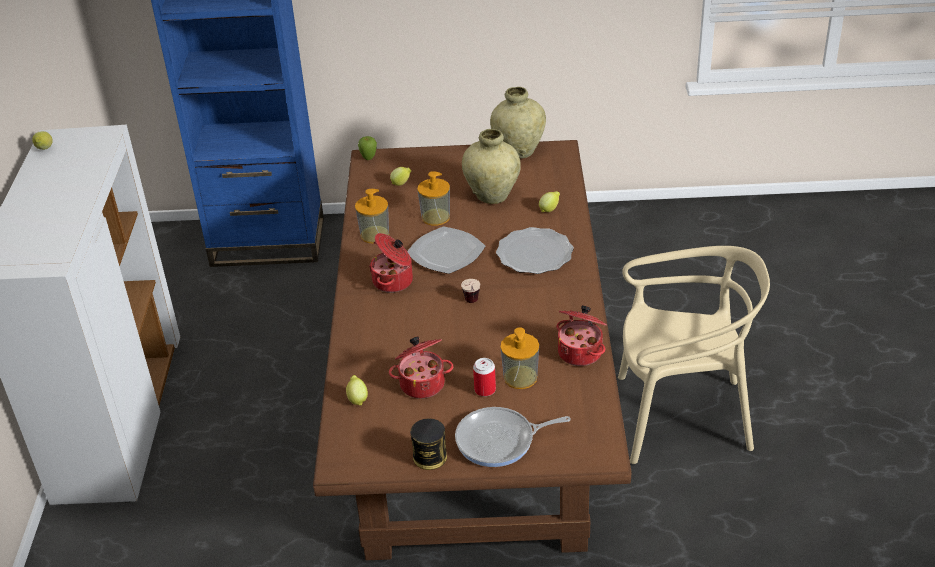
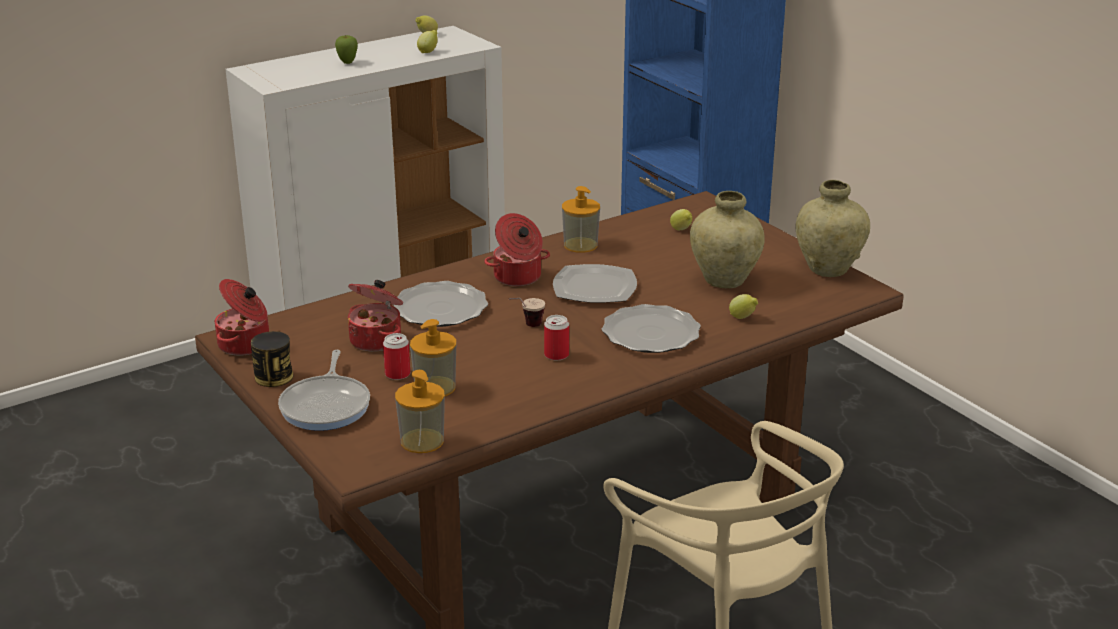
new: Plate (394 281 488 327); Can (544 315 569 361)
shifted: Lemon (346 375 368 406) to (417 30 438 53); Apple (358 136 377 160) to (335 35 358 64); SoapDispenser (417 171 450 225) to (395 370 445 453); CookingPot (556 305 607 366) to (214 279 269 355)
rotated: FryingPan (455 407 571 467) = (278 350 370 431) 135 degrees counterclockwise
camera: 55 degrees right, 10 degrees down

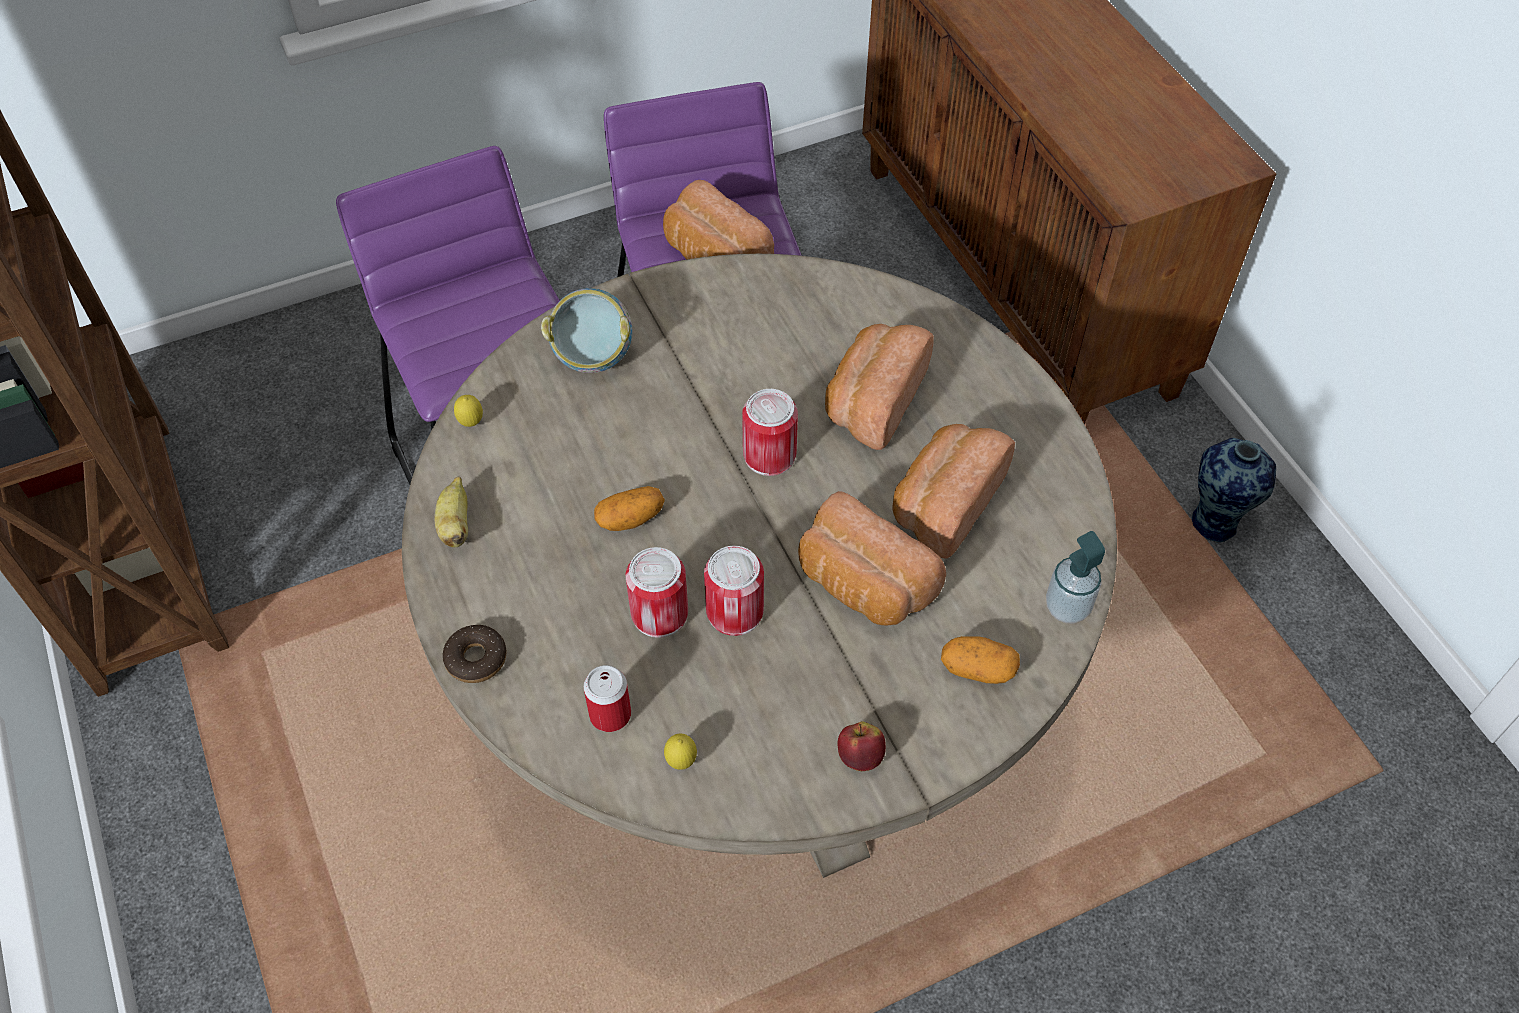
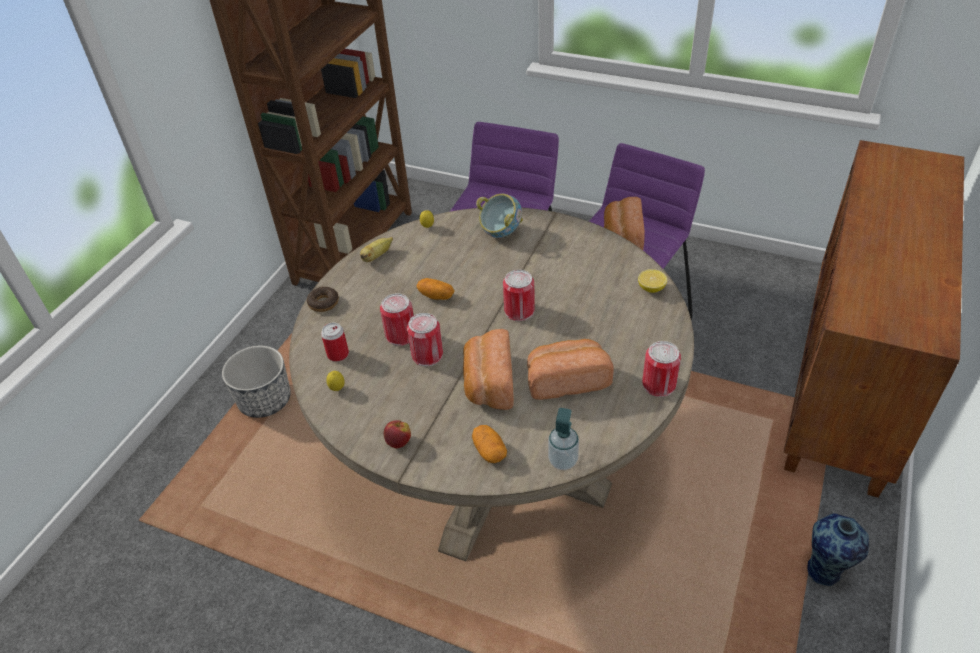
gone: Bread (825 324 934 450)
new: Planter (222 345 291 418); Lemon (638 269 667 293); Can (642 341 681 397)
camera: 50 degrees right, 10 degrees down

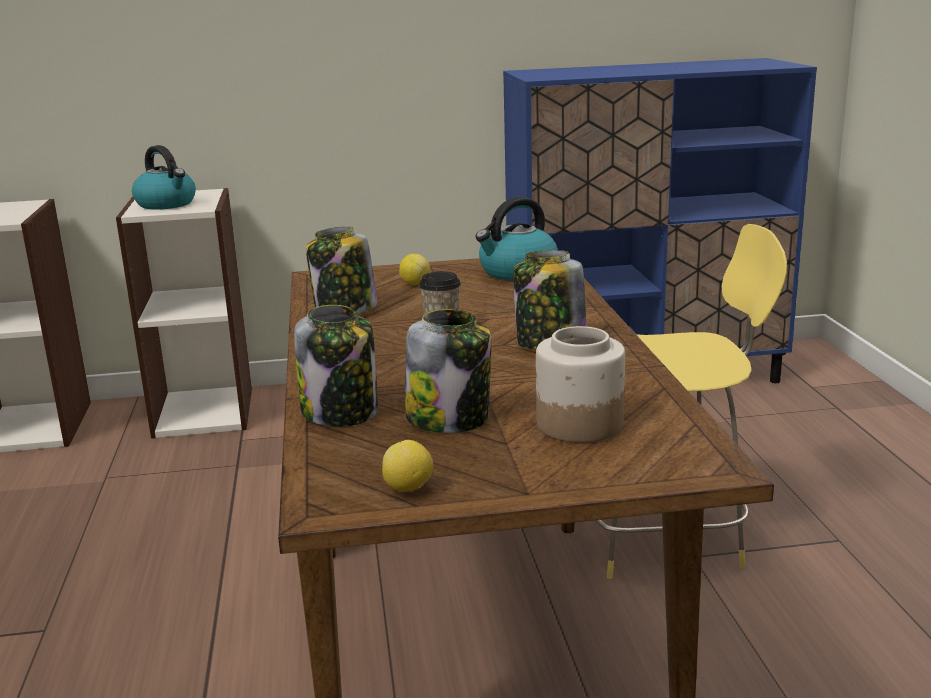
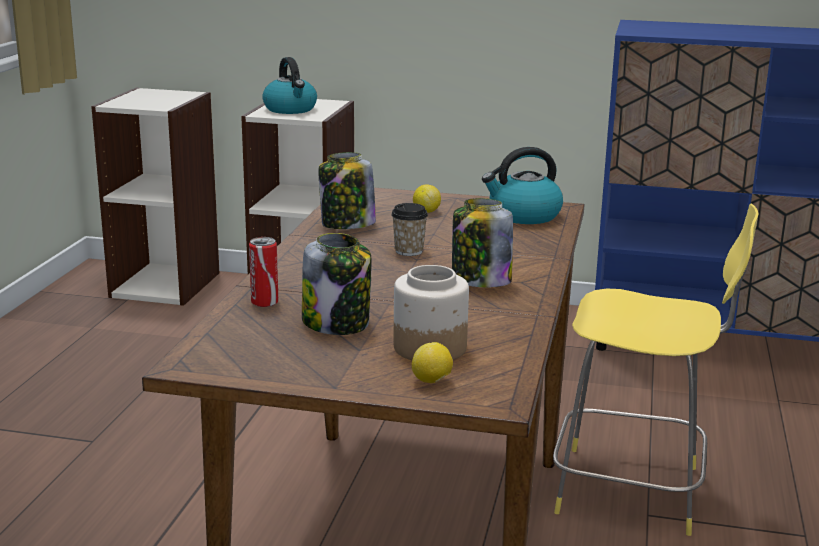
shifted: Lemon (382 440 433 492) to (412 342 453 383)
swapped: Jar (294 305 378 427) to Can (249 237 278 307)
camera: 20 degrees right, 0 degrees up

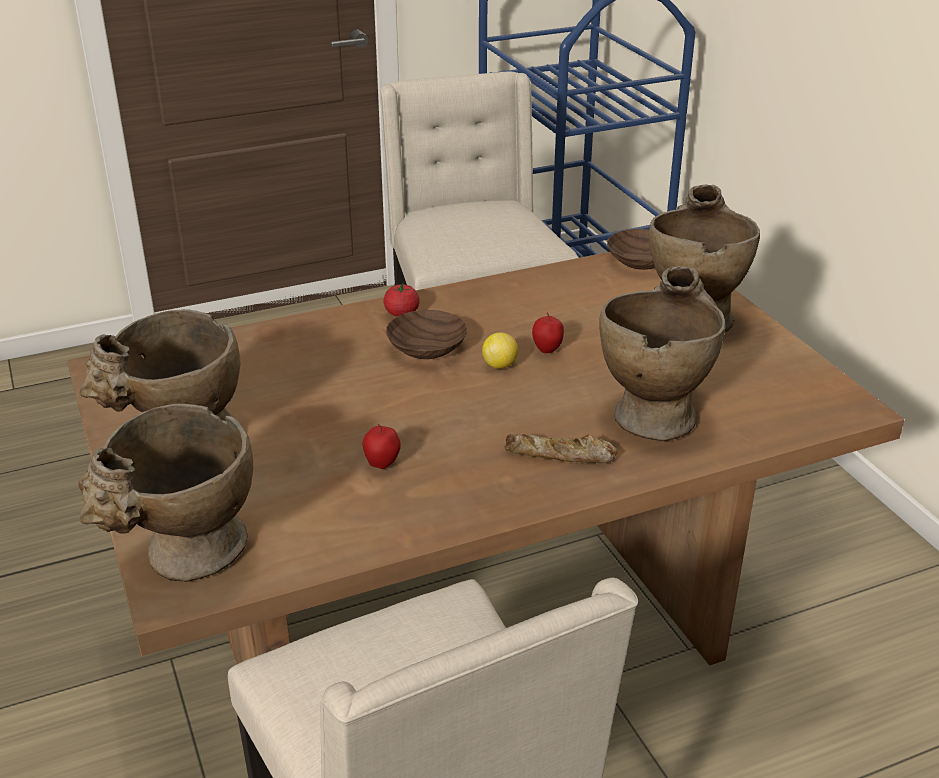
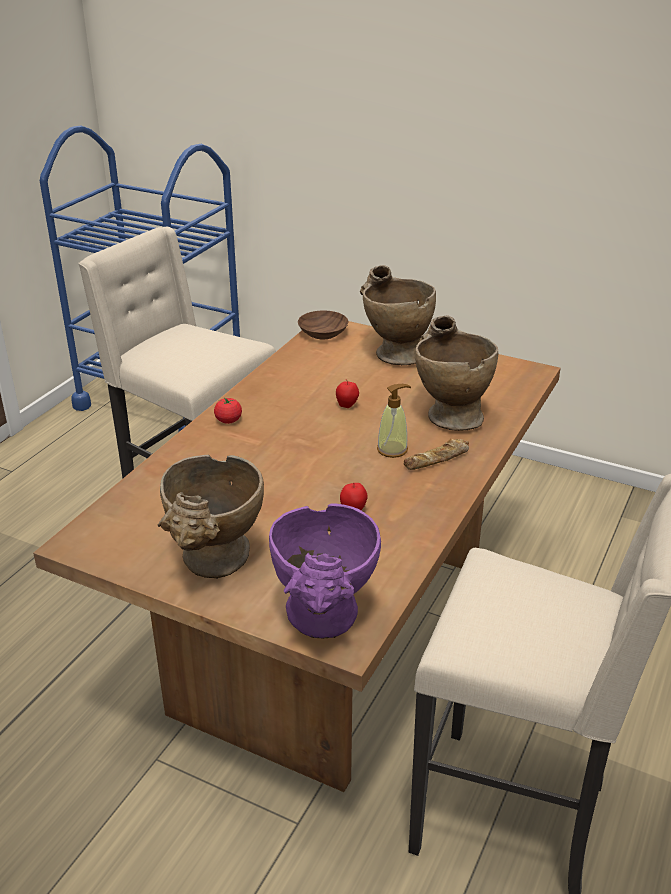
gone: BrownBowl (386 310 467 359); Lemon (482 332 518 369)
new: SoapDispenser (377 384 411 458)
repainted: BeigeVase (78 404 253 582) to PurpleVase (269 503 381 639)
camera: 40 degrees left, 0 degrees up

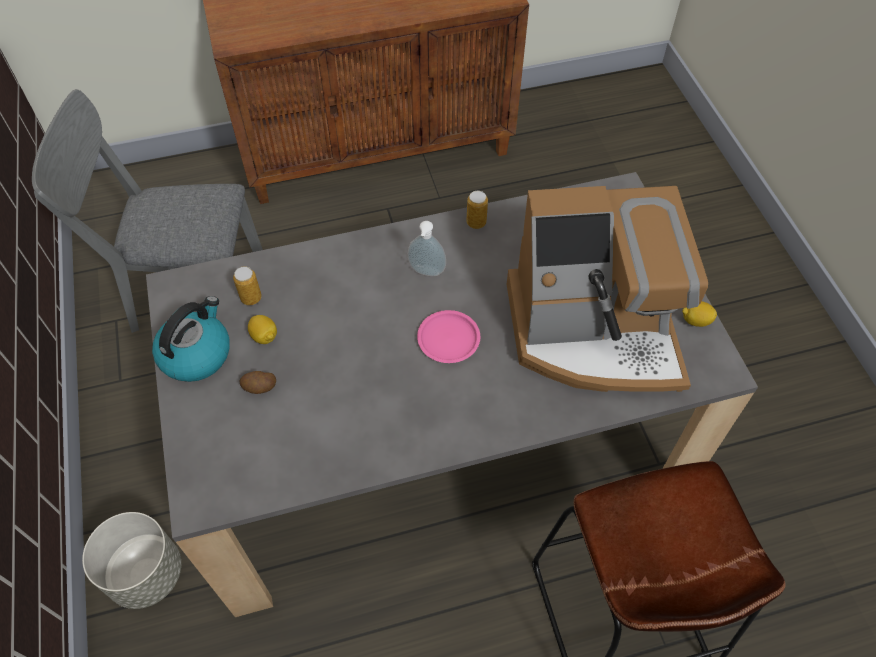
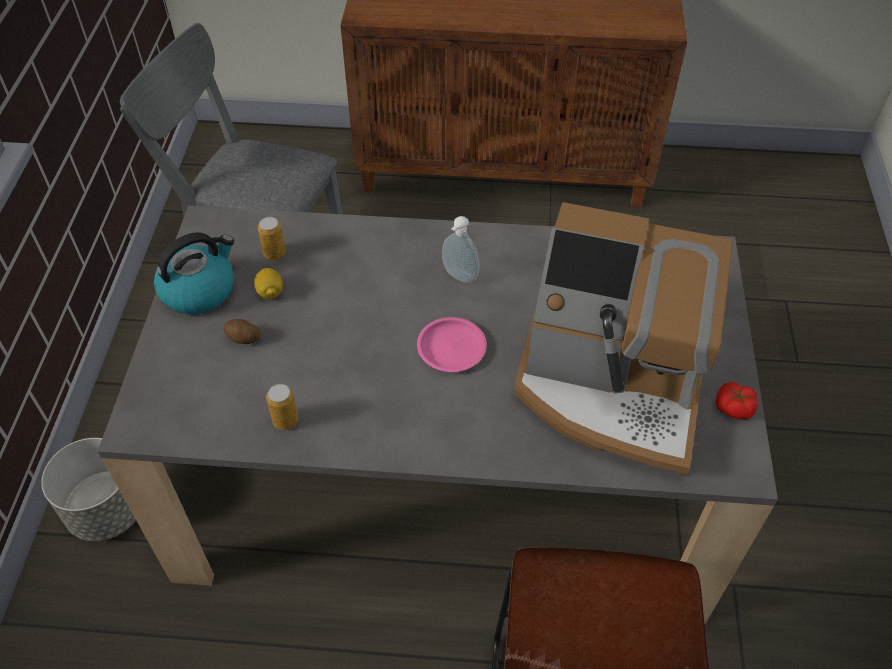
shifted: Can (466 191 488 229) to (266 384 298 430)
swapped: Lemon (682 301 717 327) to Tomato (716 382 758 419)
camera: 20 degrees right, 5 degrees down

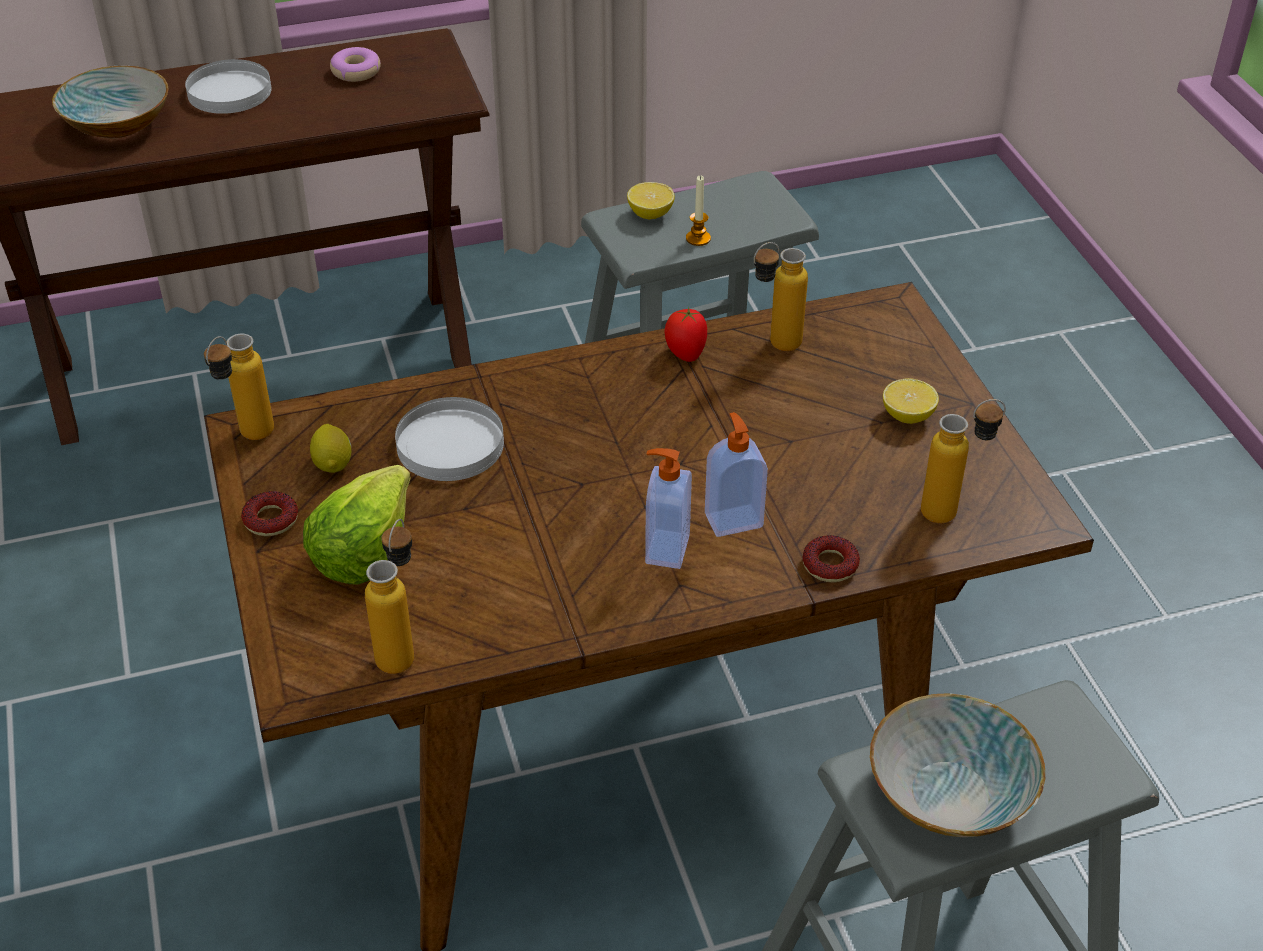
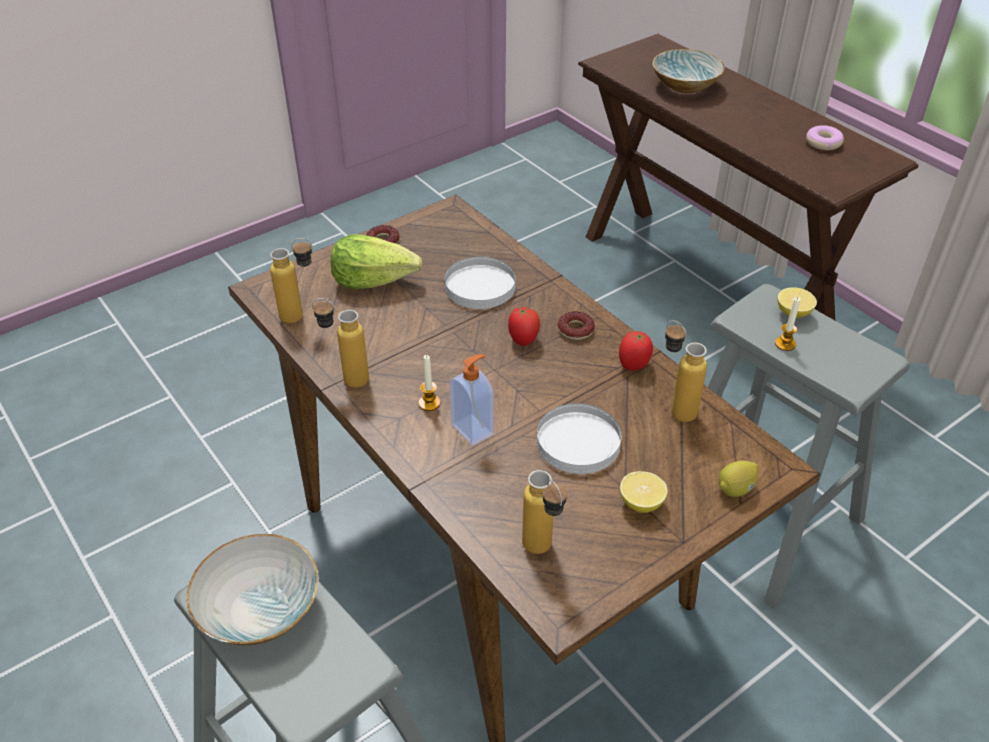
new: Tomato (508 307 540 346)
shifted: WhitePlate (185 59 272 114) to (537 403 622 474); Bottle (204 334 274 440) to (312 298 369 388); Lemon (310 424 351 473) to (719 461 759 497); Donut (803 535 860 582) to (558 311 595 340)
swapped: SoapDispenser (645 448 692 569) to Candle (418 355 440 411)
camera: 70 degrees right, 0 degrees up

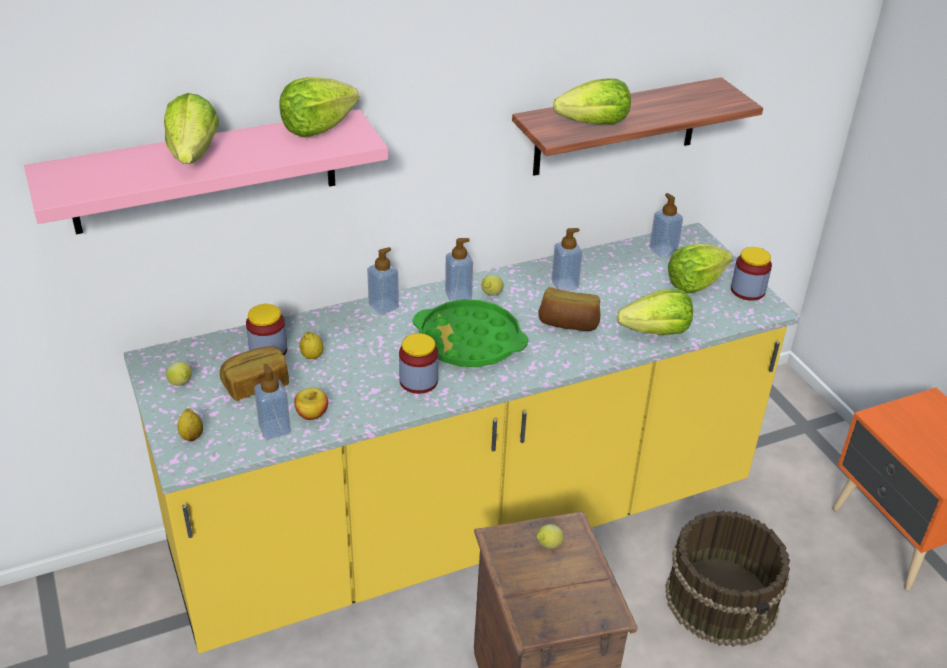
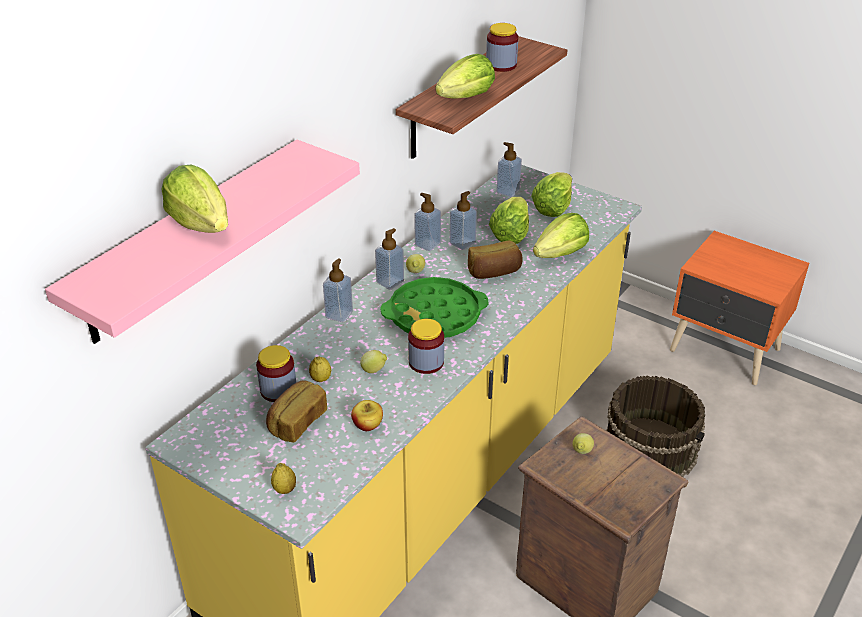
shifted: Lemon (166 361 192 386) to (360 350 387 373); SoapDispenser (254 363 291 439) to (414 193 441 251); Lettuce (280 77 359 137) to (489 197 529 244); Jar (731 247 772 301) to (486 23 518 72)
camera: 30 degrees left, 0 degrees up

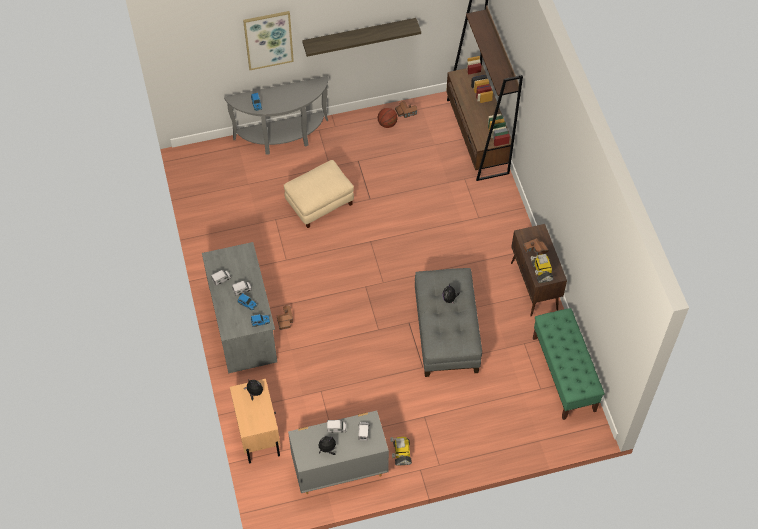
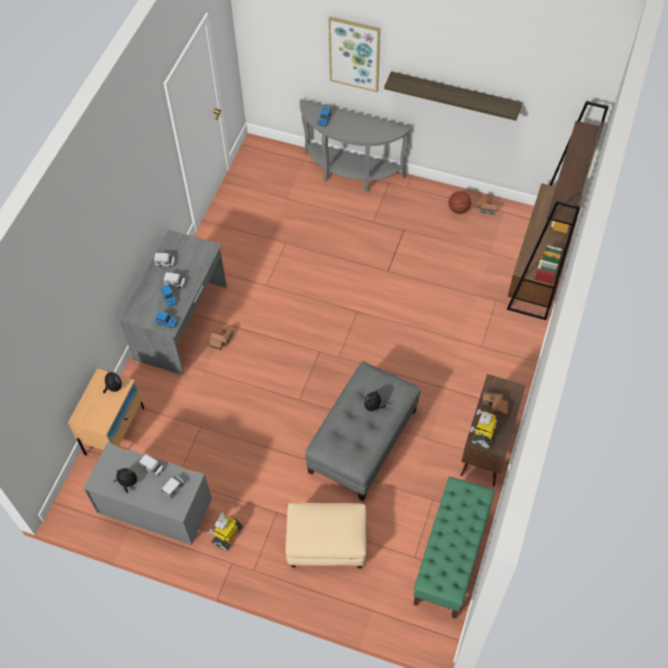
shifted: BeigeOttoman (284 160 354 228) to (285 503 366 569)
camera: 35 degrees right, 0 degrees up

